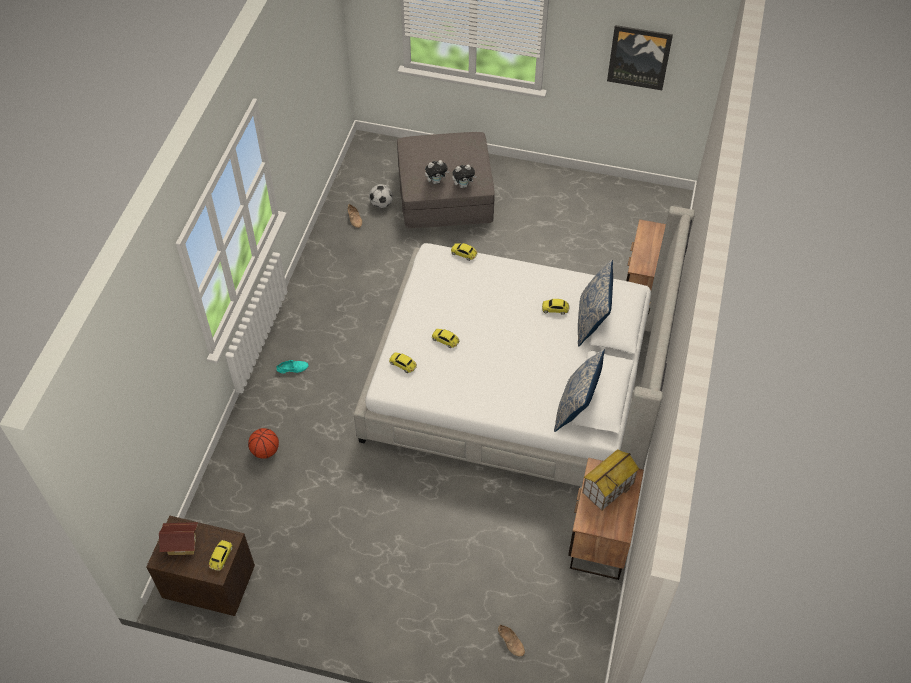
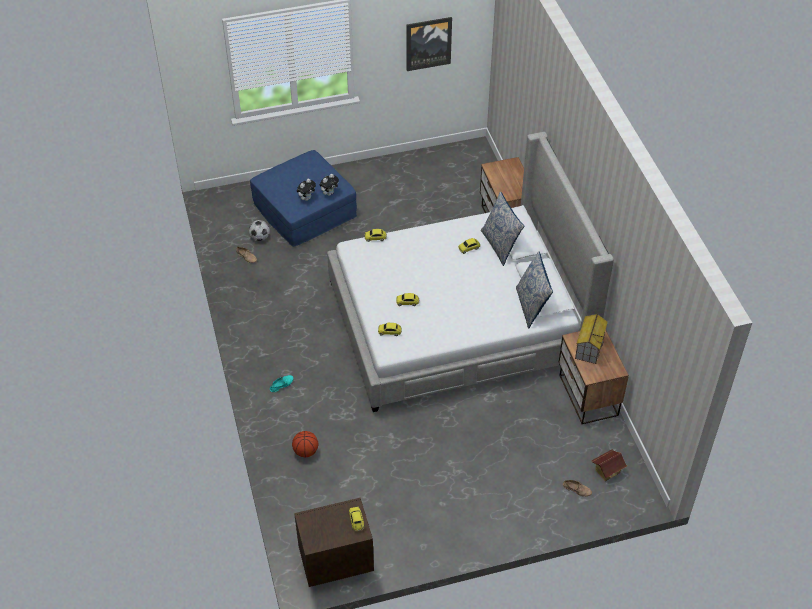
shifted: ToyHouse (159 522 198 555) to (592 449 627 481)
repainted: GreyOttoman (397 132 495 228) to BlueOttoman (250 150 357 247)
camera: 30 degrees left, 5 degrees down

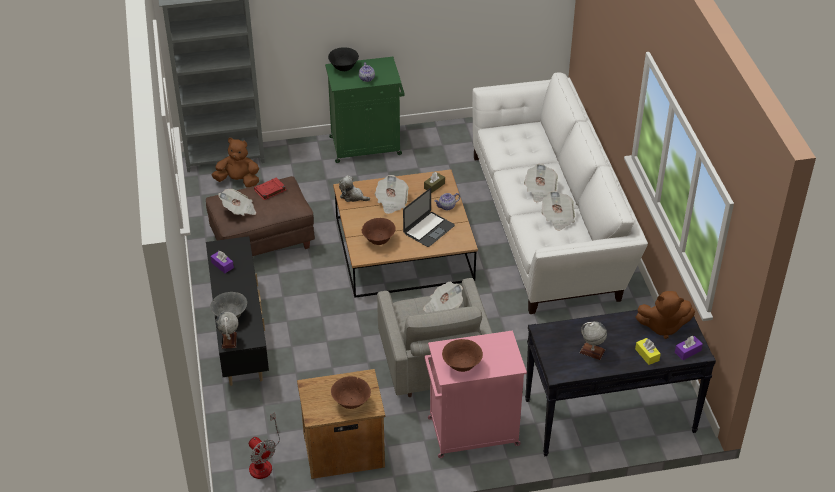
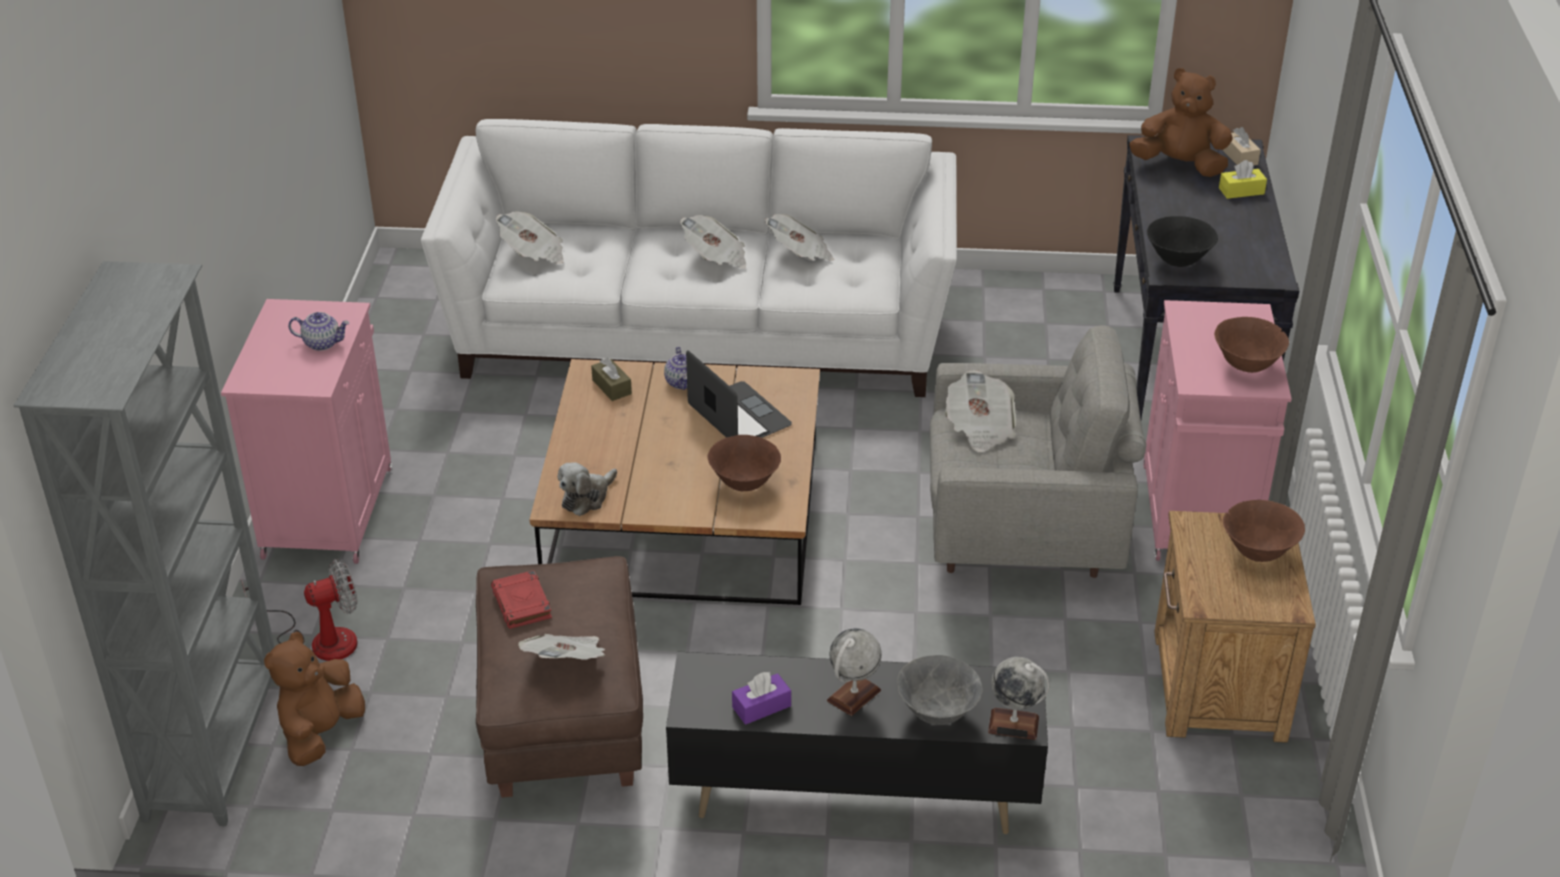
shifted: Fan (249 412 280 479) to (241 559 357 661); BlackBowl (328 47 359 71) to (1147 216 1218 267); Newspaper (375 175 409 214) to (496 212 564 264); Globe (580 321 607 360) to (827 628 882 716)
repainted: GreenCabinet (325 57 404 163) to PinkCabinet (221 299 392 564); PurpleTissueBox (675 336 703 360) to BeigeTissueBox (1223 127 1261 166)
rotated: BrownPlushToy (636 291 695 339) = (1129 68 1233 177) 90 degrees counterclockwise
camera: 75 degrees left, 5 degrees down

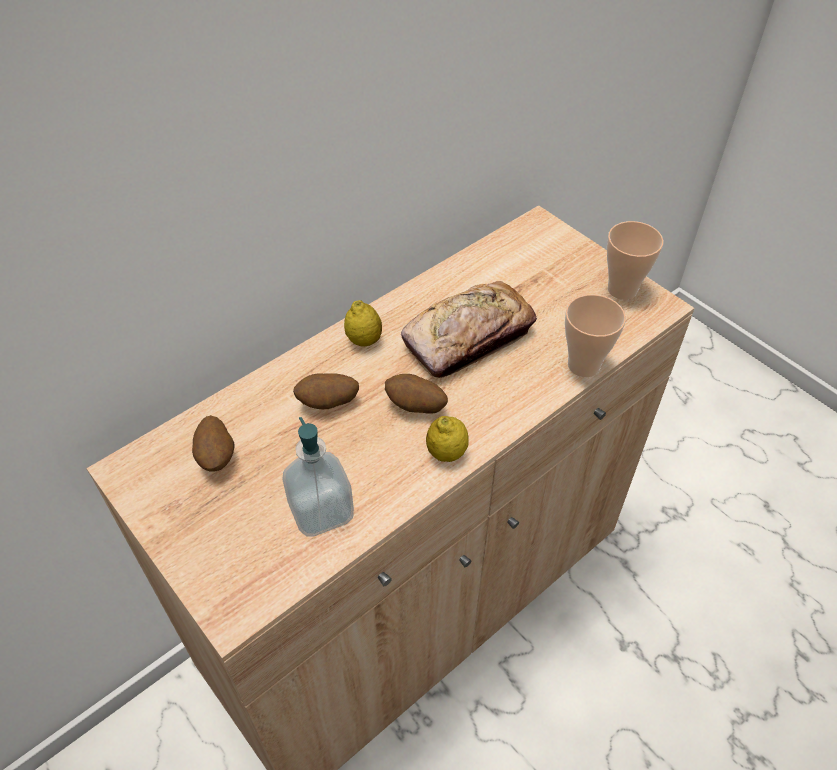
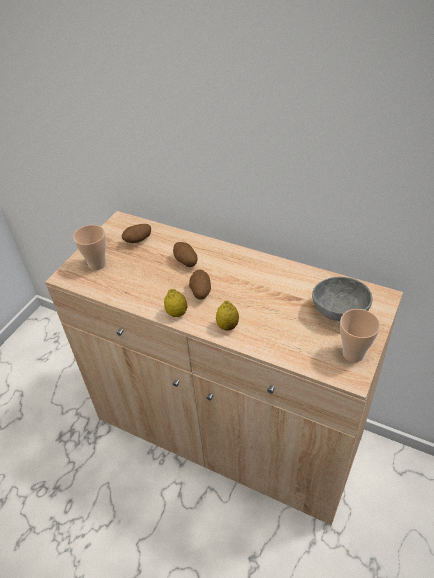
gone: SoapDispenser (282 417 354 537); Bread (401 281 537 378)
new: GreyBowl (312 277 372 321)
shifted: Lemon (344 300 382 346) to (216 301 239 330); Cup (565 294 626 377) to (73 225 106 270)
camera: 70 degrees right, 5 degrees down

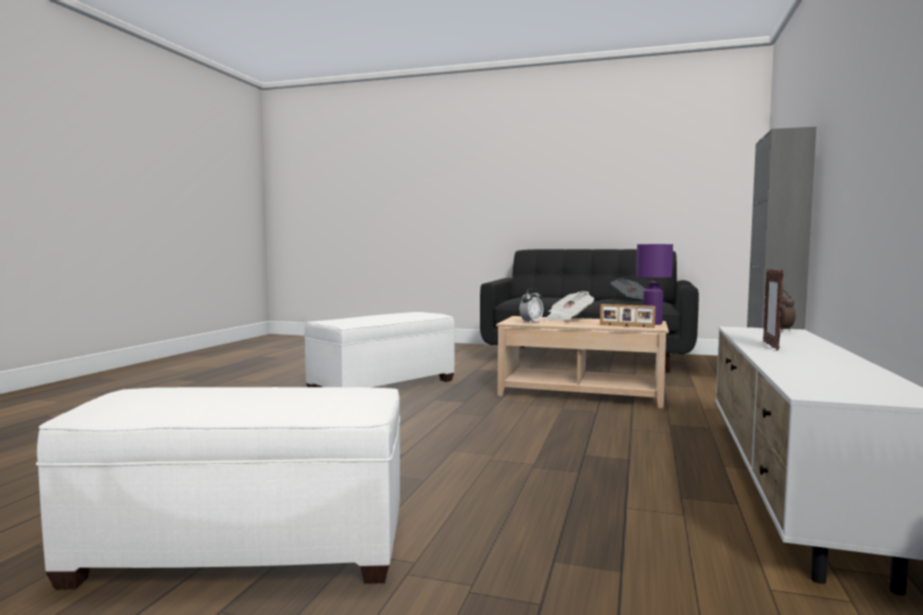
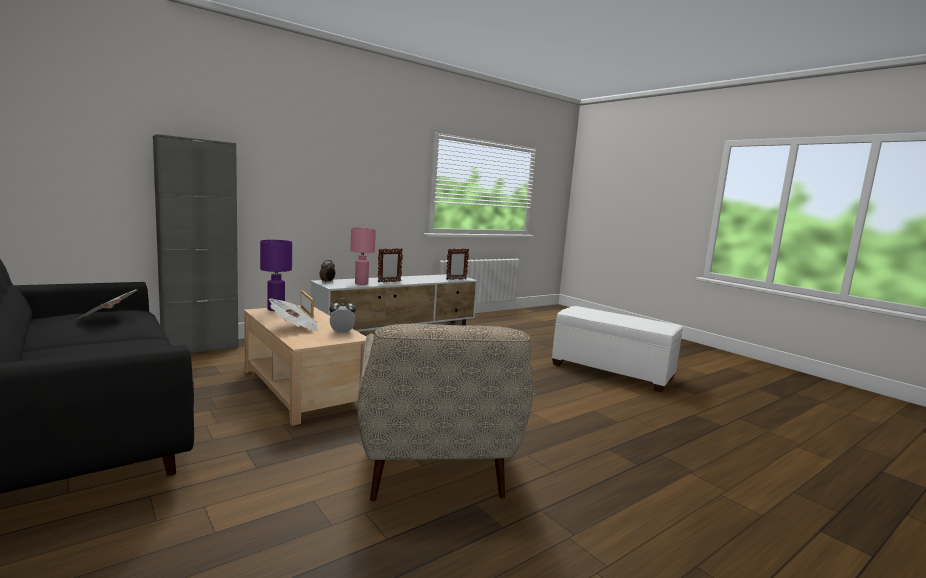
new: PinkTableLamp (350 227 376 285); PictureFrame (446 249 469 280)
swapped: WhiteOttoman (304 312 455 388) to BeigeArmchair (357 324 533 502)
camera: 145 degrees left, 5 degrees up

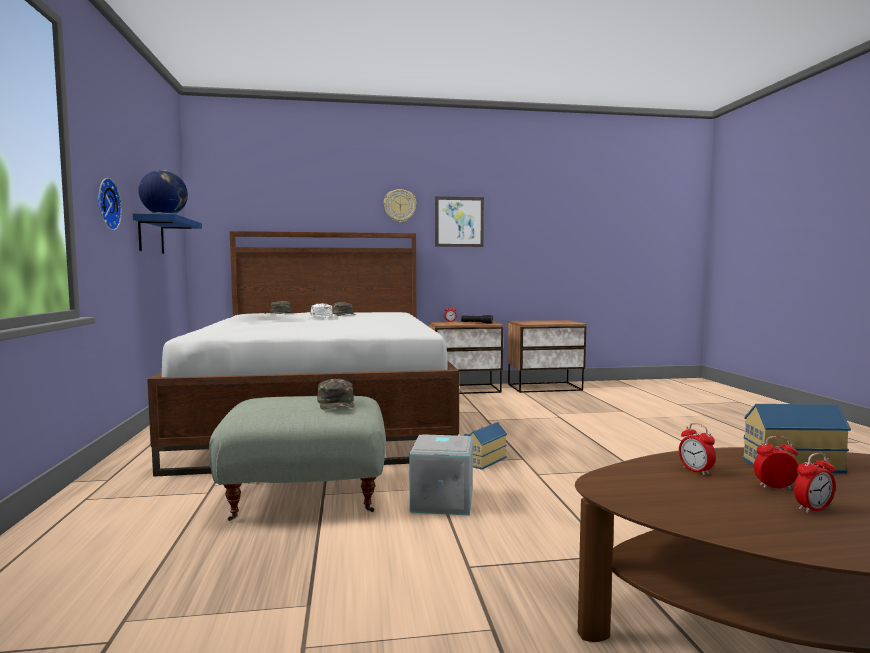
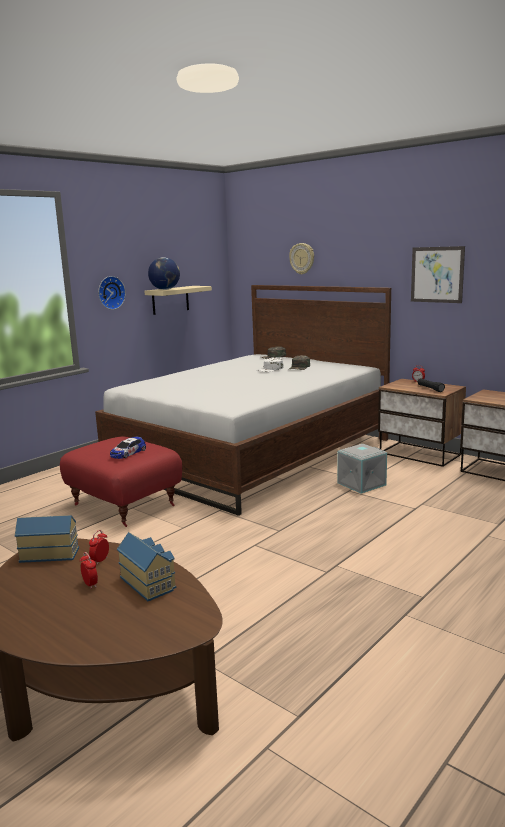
gone: AlarmClock (794 453 836 513)
shifted: WallClock (384 189 417 223) to (289 243 314 275); GreyStorageBox (409 434 473 516) to (338 444 387 494); ToyHouse (464 422 507 470) to (15 515 79 563)
swapped: GreenCap (317 379 354 409) to ToyCar (110 437 146 459)
repainted: BlueShelf (133 213 202 254) to BeigeShelf (144 286 212 315); GreyOttoman (209 396 386 521) to RedOttoman (60 436 182 527)
camera: 50 degrees right, 10 degrees up

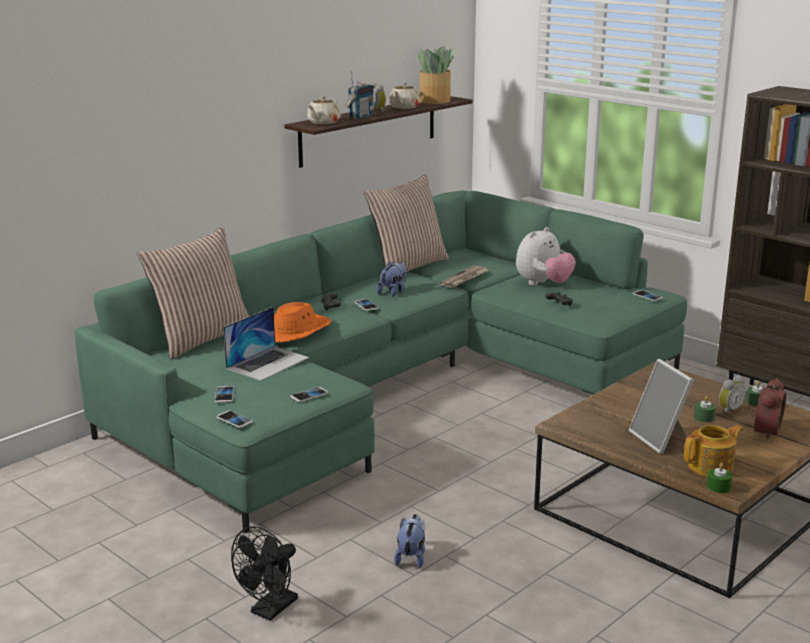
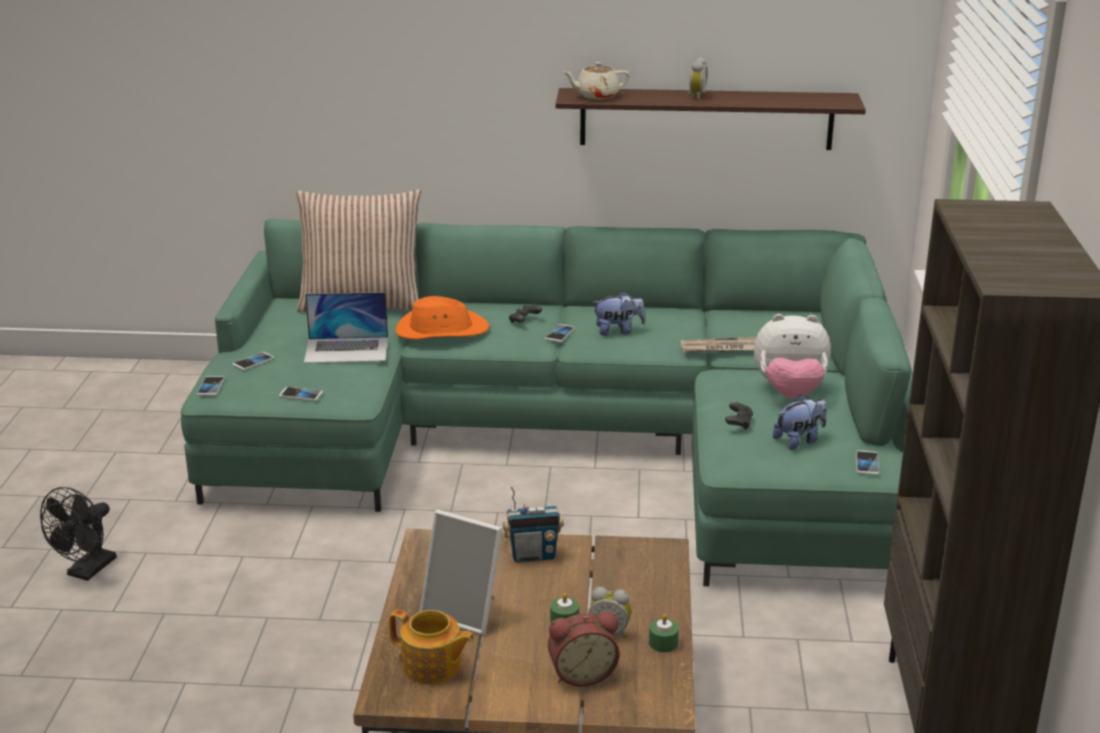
gone: Pillow (364 174 449 272); BeigeTeapot (389 82 420 109); PottedPlant (418 46 456 104); GreenCandle (707 463 732 493)
shifted: Radio (345 70 374 119) to (503 486 564 562); PlushToy (394 514 425 568) to (773 395 827 450)
rotated: BlackFan (231 526 298 621) = (40 487 117 581) 60 degrees counterclockwise; PictureFrame (629 359 694 454) = (419 510 502 635) 90 degrees counterclockwise
camera: 50 degrees right, 5 degrees up

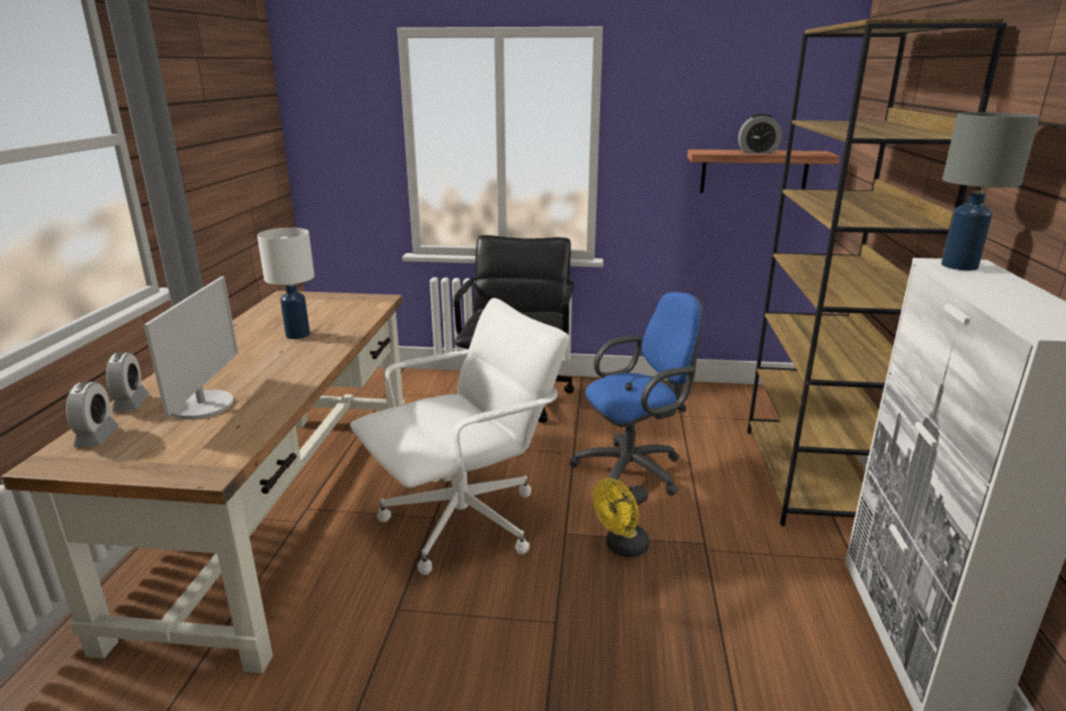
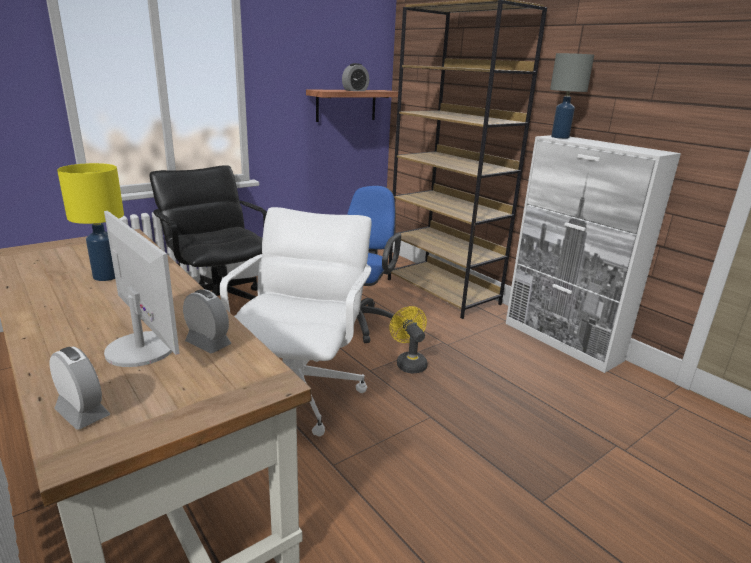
shifted: AlarmClock (106 352 149 412) to (183 289 231 353)
repainted: WhiteTableLamp (257 228 315 339) to YellowTableLamp (57 163 124 281)
rotated: YellowFan (593 478 650 557) = (389 306 427 374) 150 degrees clockwise
camera: 45 degrees left, 0 degrees up

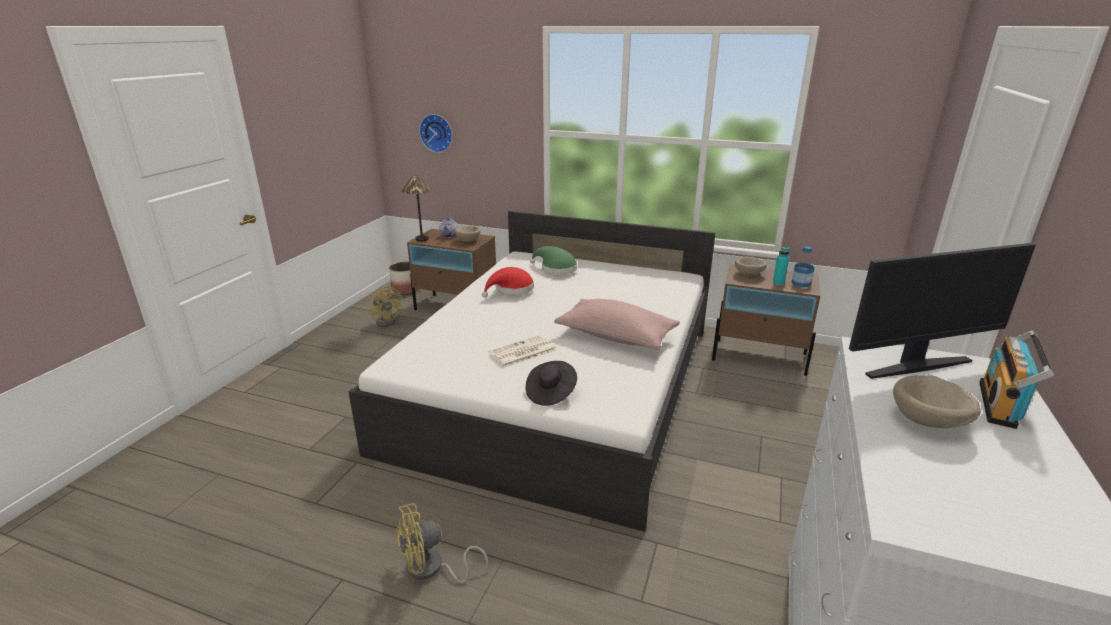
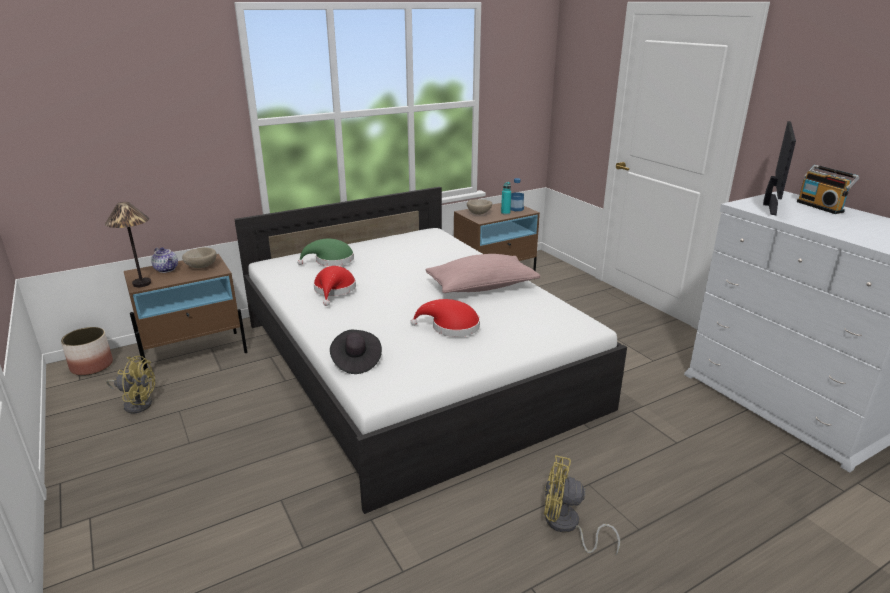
gone: WallClock (419 114 453 153); BeigeBowl (893 375 981 428)
shifted: BlackHat (526 361 577 406) to (330 330 382 374)
swapped: Newspaper (488 335 556 368) to RedHat (410 299 480 337)
rotated: YellowFan (396 503 489 583) = (544 455 620 555) 90 degrees clockwise
camera: 50 degrees left, 0 degrees up

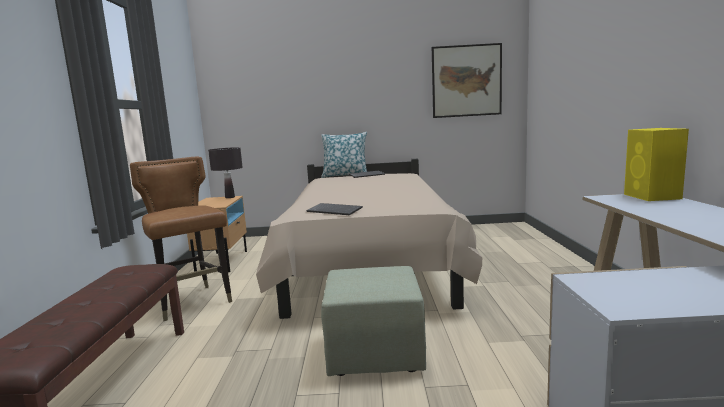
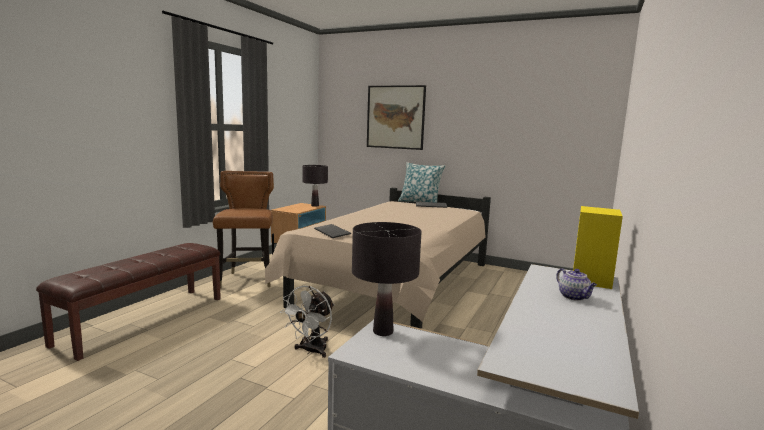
new: BlackTableLamp (352 222 421 336); Teapot (556 268 597 301)
shifted: Picture (432 43 502 118) to (367 85 426 150)
swapped: GreenOttoman (321 266 426 376) to WhiteFan (280 286 334 358)
camera: 25 degrees right, 0 degrees up

